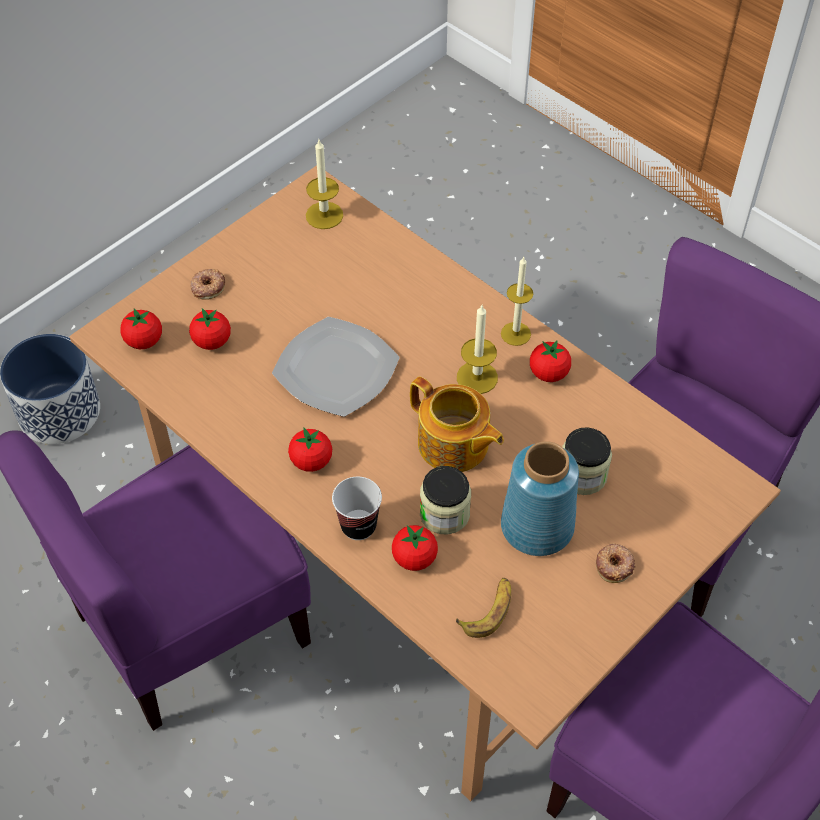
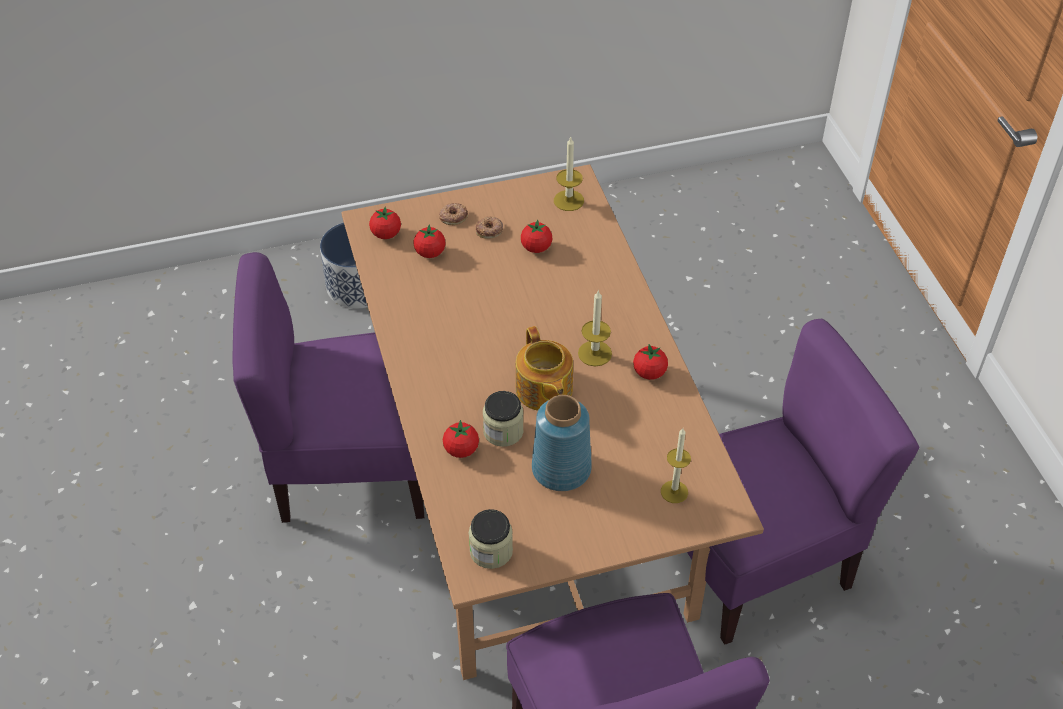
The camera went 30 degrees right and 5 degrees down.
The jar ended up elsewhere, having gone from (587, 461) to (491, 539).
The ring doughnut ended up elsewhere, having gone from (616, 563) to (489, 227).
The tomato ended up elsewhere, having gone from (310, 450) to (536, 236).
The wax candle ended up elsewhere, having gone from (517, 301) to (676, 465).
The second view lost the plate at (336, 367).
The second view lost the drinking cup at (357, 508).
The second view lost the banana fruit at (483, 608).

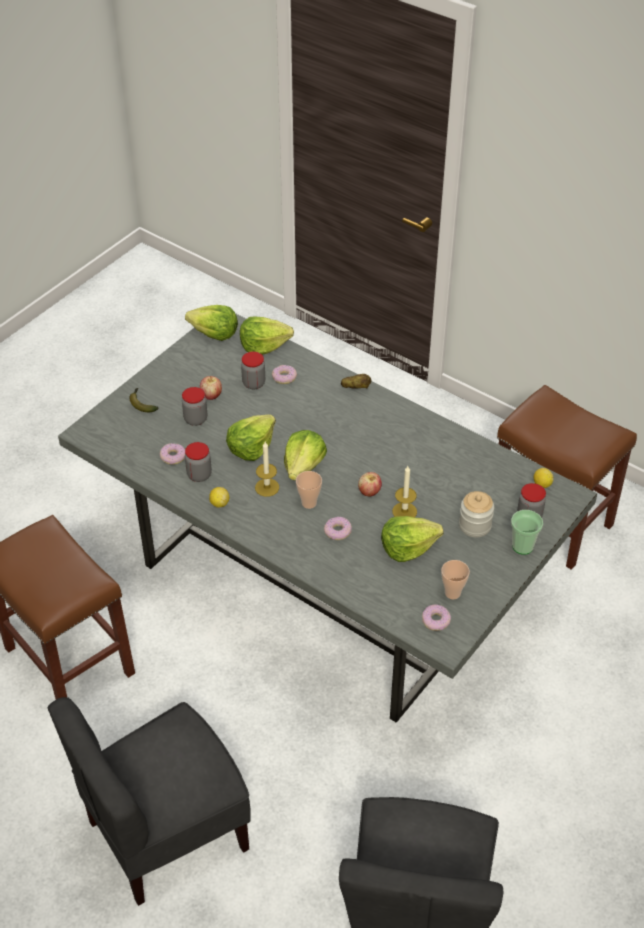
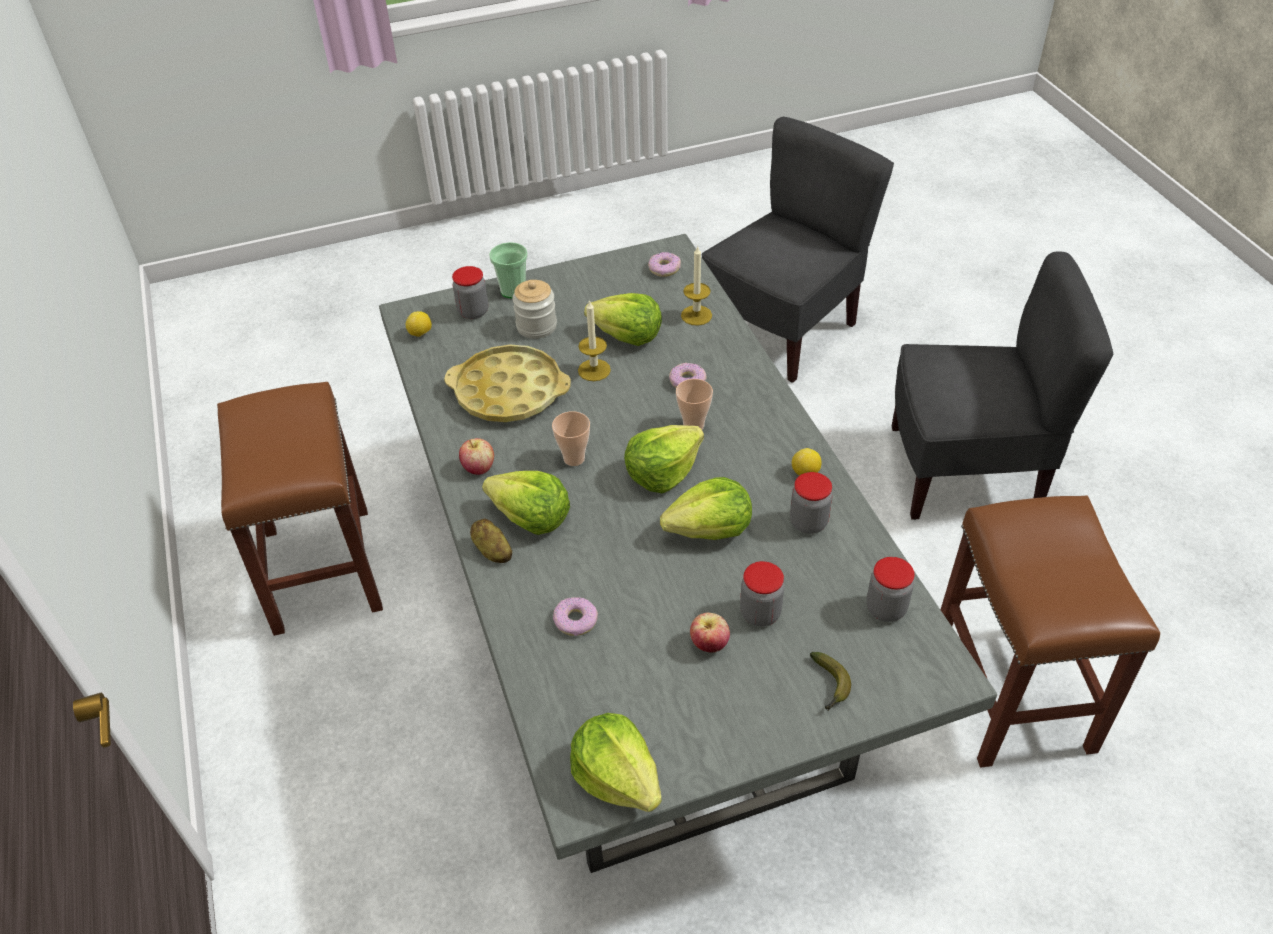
The camera went 145 degrees left and 0 degrees up.
The second view gained the tray in yellow-coloured at (507, 383).
The apple ended up elsewhere, having gone from (370, 484) to (476, 456).
The lettuce head ended up elsewhere, having gone from (267, 335) to (526, 503).
The drinking cup ended up elsewhere, having gone from (455, 579) to (571, 438).
The wax candle ended up elsewhere, having gone from (267, 469) to (696, 286).
The jar ended up elsewhere, having gone from (253, 370) to (891, 589).
The second view lost the ring doughnut at (172, 454).

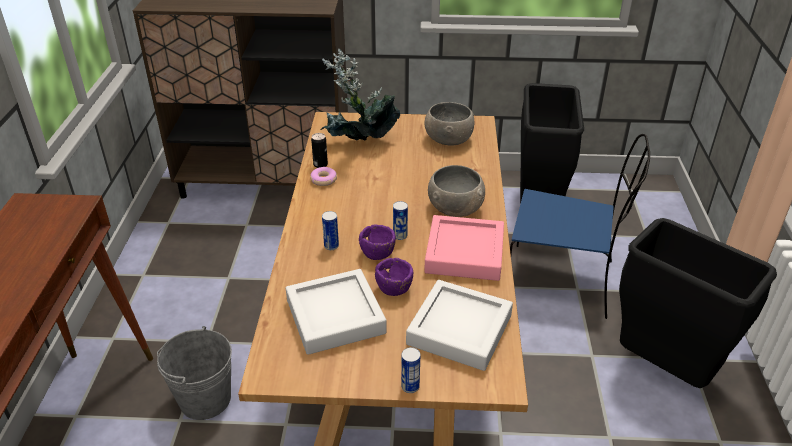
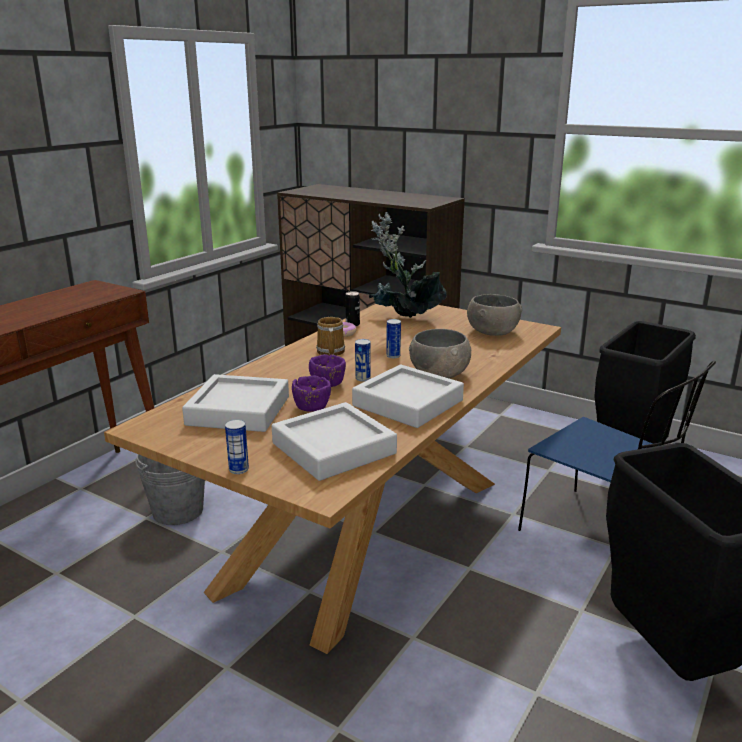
The camera went 30 degrees right and 15 degrees down.
The second view gained the coffee mug at (330, 336).
What was the tray in pinkish at (464, 248) turned into the tray in gray at (408, 396).
The metal can ended up elsewhere, having gone from (330, 230) to (393, 338).

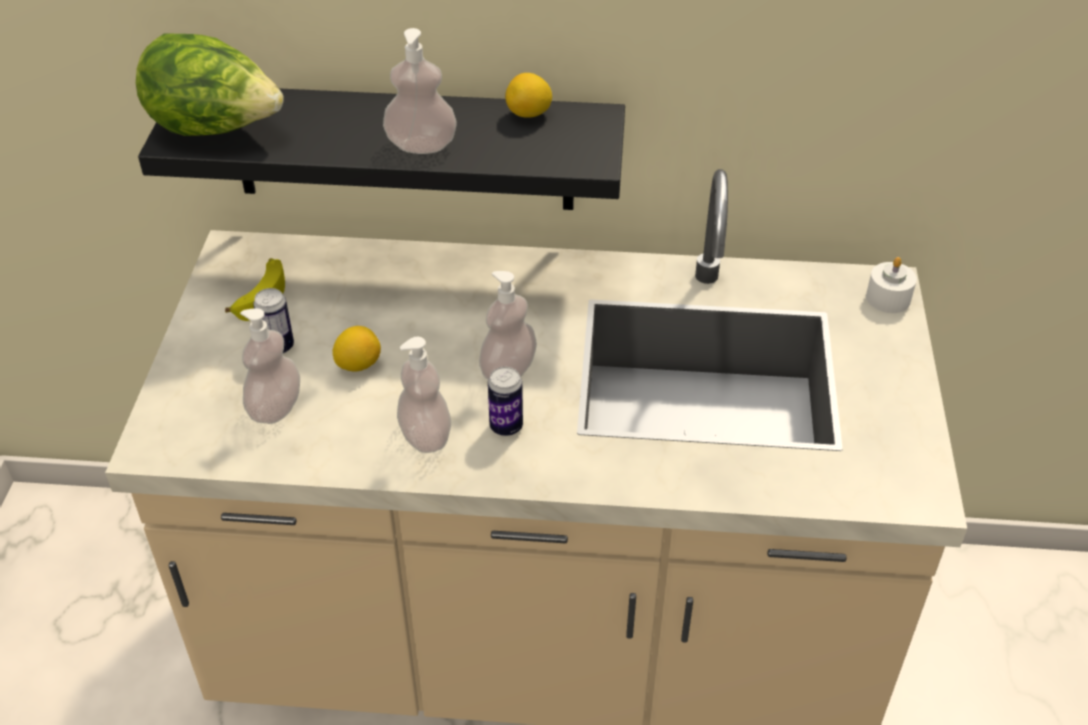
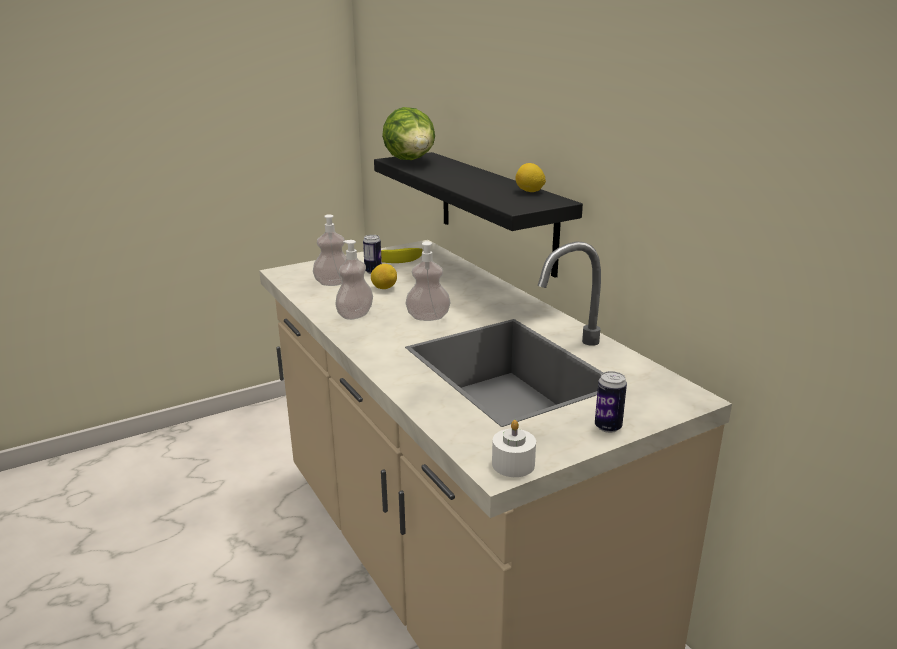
The camera went 55 degrees right and 20 degrees down.
The wax candle in white-coloured ended up elsewhere, having gone from (891, 285) to (514, 448).
The metal can ended up elsewhere, having gone from (505, 401) to (611, 402).
The second view lost the liquid soap bottle at (420, 91).

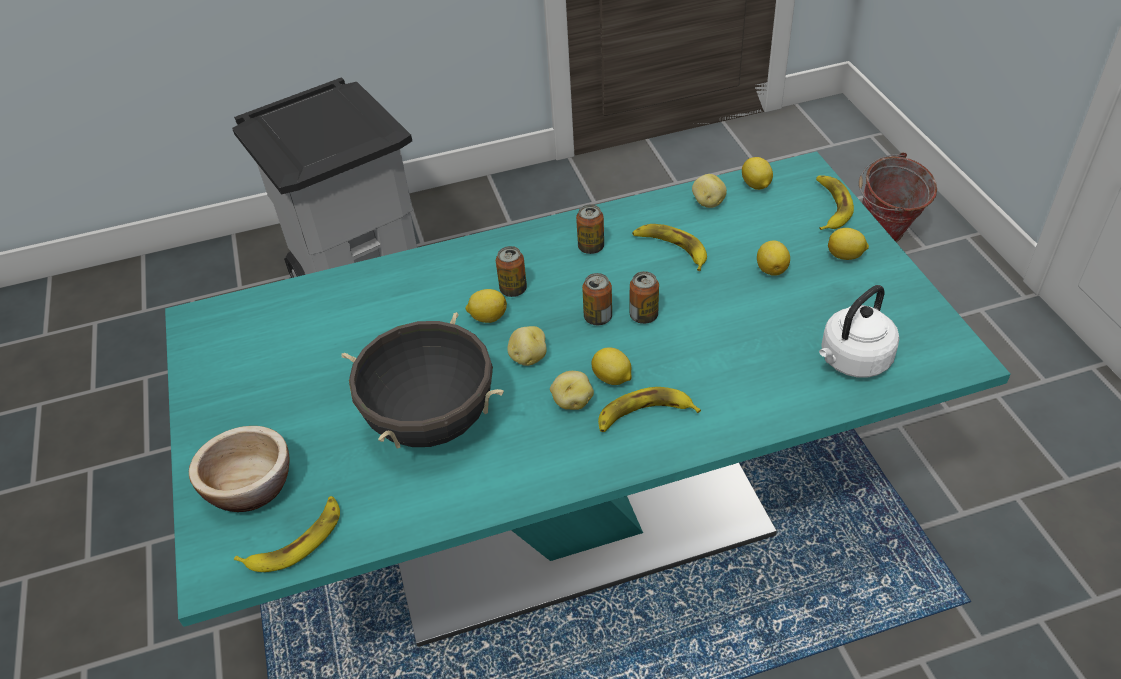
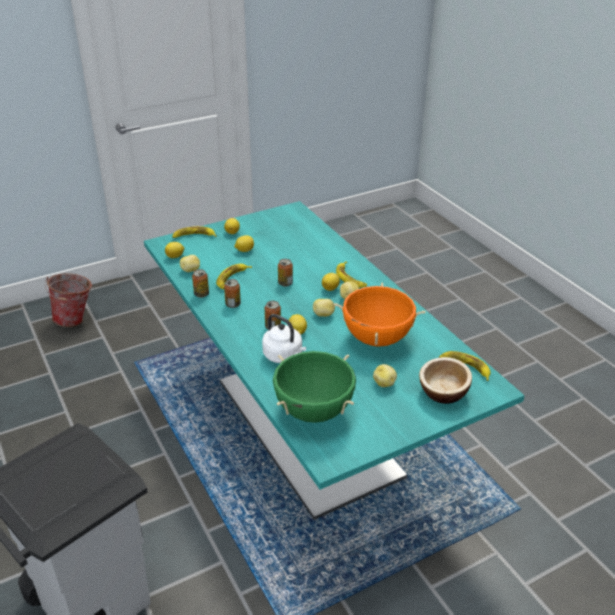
The camera went 105 degrees left and 10 degrees down.
The metal can ended up elsewhere, having gone from (597, 299) to (200, 283).
The water kettle in white-coloured ended up elsewhere, having gone from (859, 331) to (284, 338).
The second view gained the stockpot in greenish at (314, 387).
What was the stockpot in blackish at (422, 380) turned into the stockpot in orange at (380, 314).
The second view gained the whole potato at (385, 375).

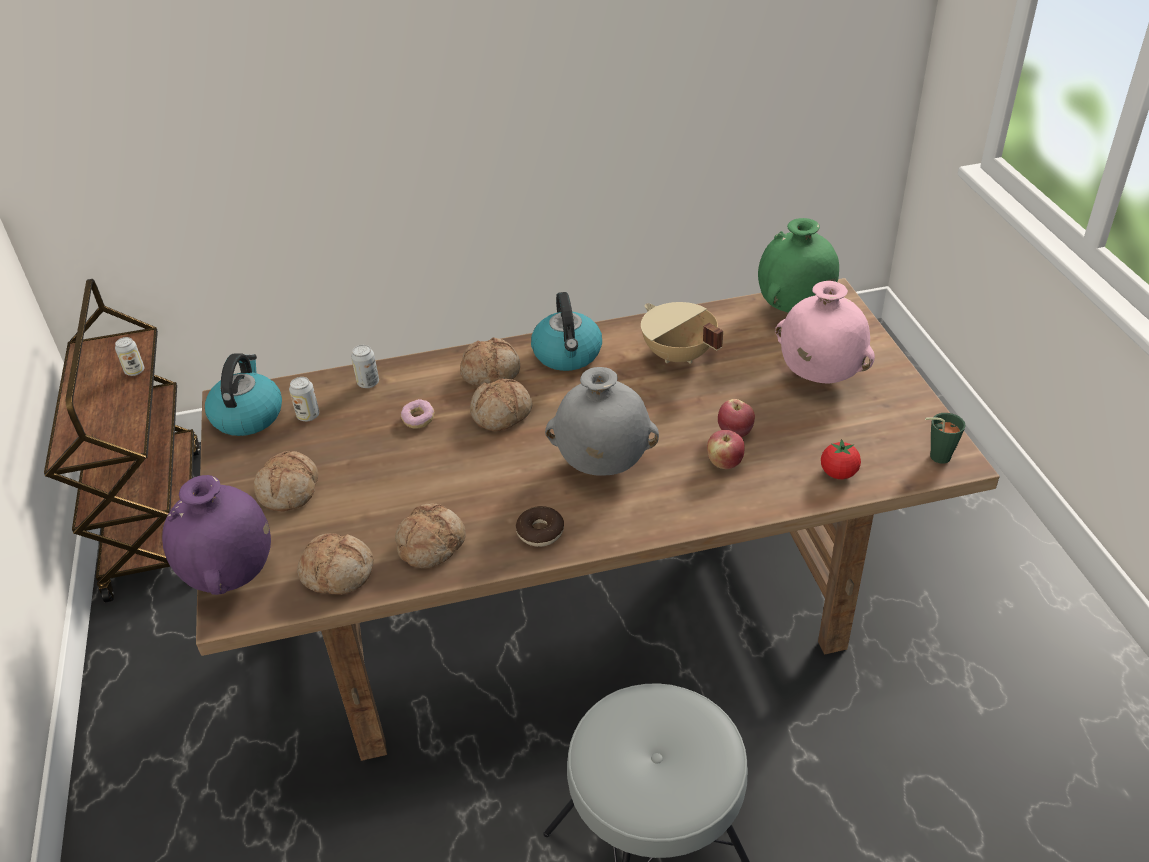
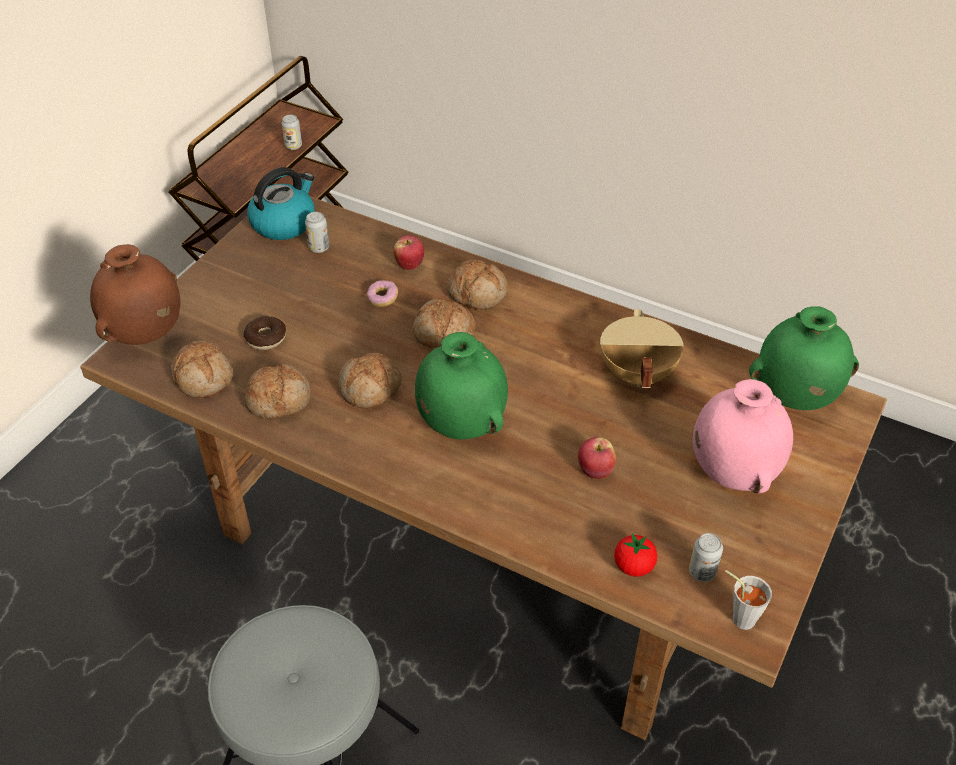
The camera went 40 degrees right and 5 degrees up.
What was the decorative vase in purple-coloured at (216, 535) turned into the decorative vase in brownish at (135, 294).
The ring doughnut ended up elsewhere, having gone from (540, 526) to (265, 333).
The bread ended up elsewhere, having gone from (286, 481) to (370, 381).
The apple ended up elsewhere, having gone from (726, 449) to (409, 252).
What was the decorative vase in gray at (602, 421) turned into the decorative vase in greenish at (461, 385).
The metal can ended up elsewhere, having gone from (365, 366) to (706, 557).
What was the drinking cup in greenish at (945, 438) turned into the drinking cup in gray at (748, 600).
The second view lost the water kettle at (566, 331).

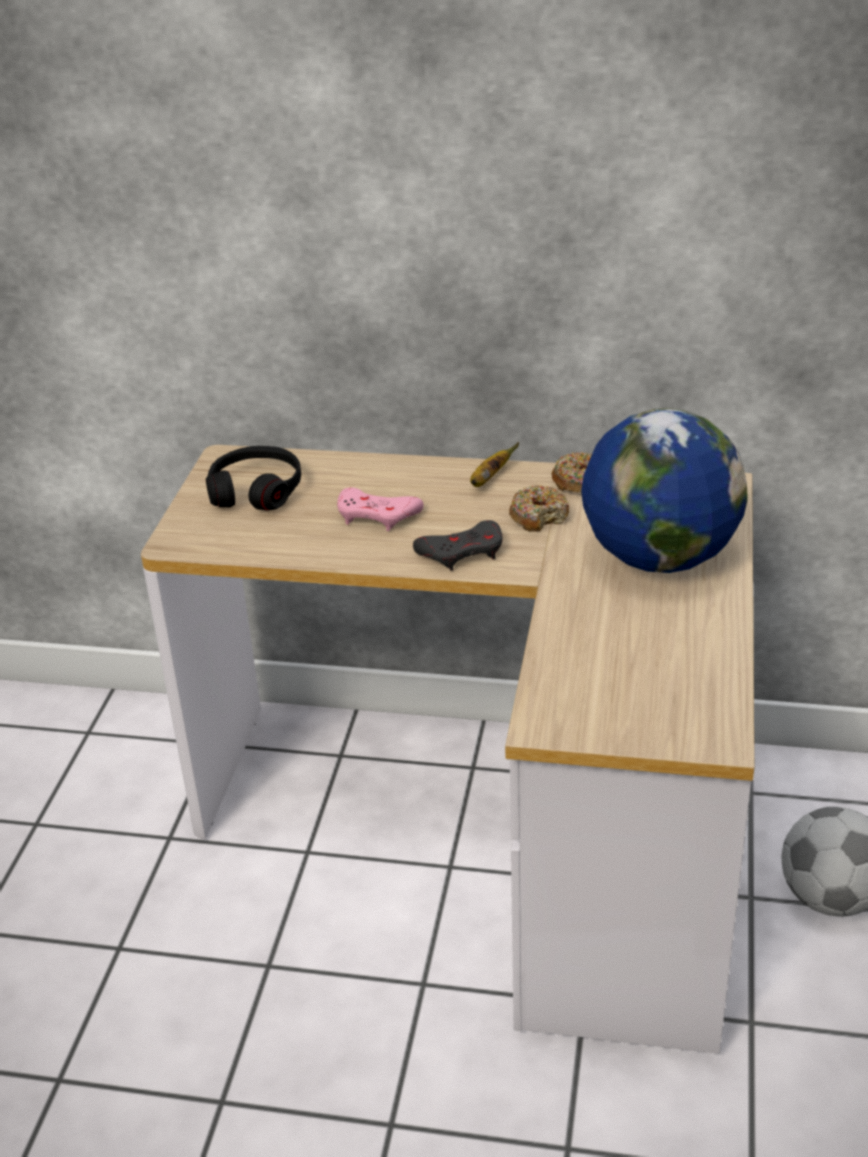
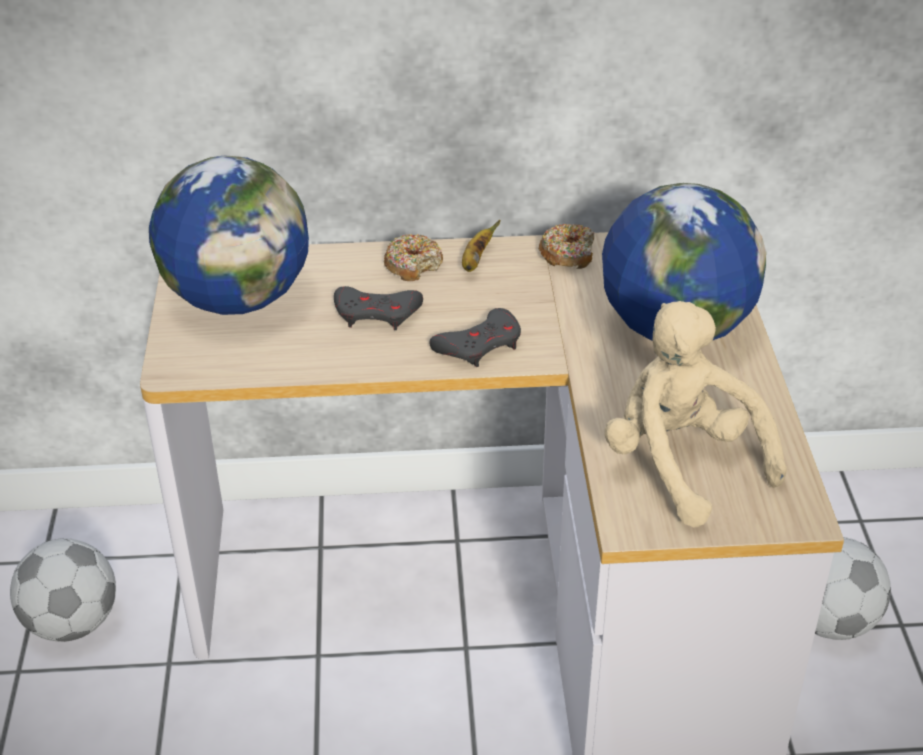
The camera went 15 degrees left and 5 degrees up.
The second view gained the football ball at (63, 590).
Where the headset in blackish stood at (253, 478), the globe came to stand at (229, 235).
What was the game controller in pinkish at (380, 509) turned into the game controller in gray at (378, 308).
The ring doughnut ended up elsewhere, having gone from (539, 508) to (413, 257).
The second view gained the soft toy in beige at (695, 414).

